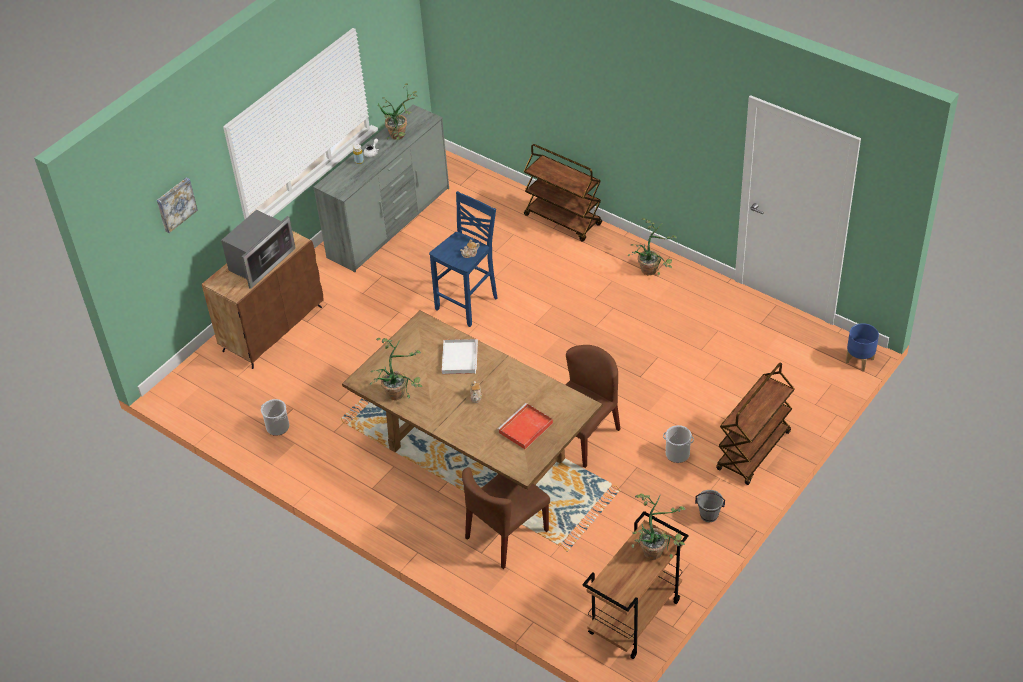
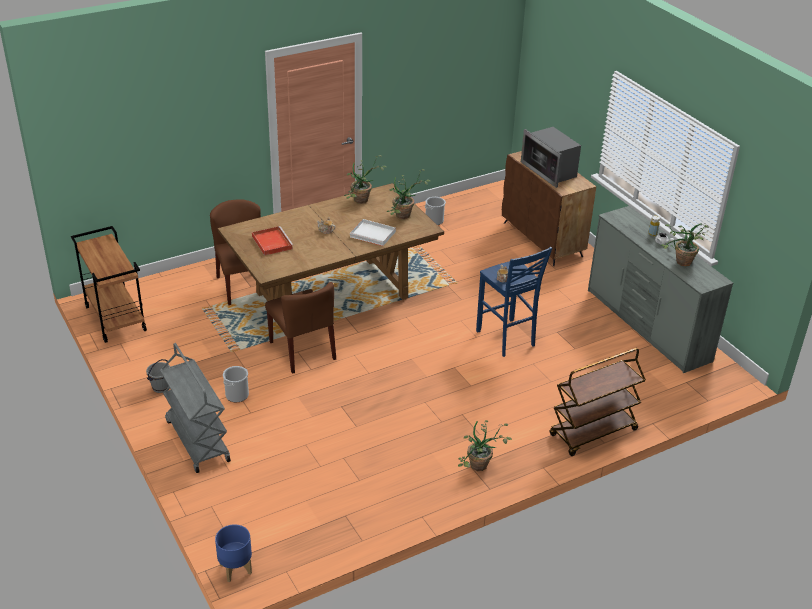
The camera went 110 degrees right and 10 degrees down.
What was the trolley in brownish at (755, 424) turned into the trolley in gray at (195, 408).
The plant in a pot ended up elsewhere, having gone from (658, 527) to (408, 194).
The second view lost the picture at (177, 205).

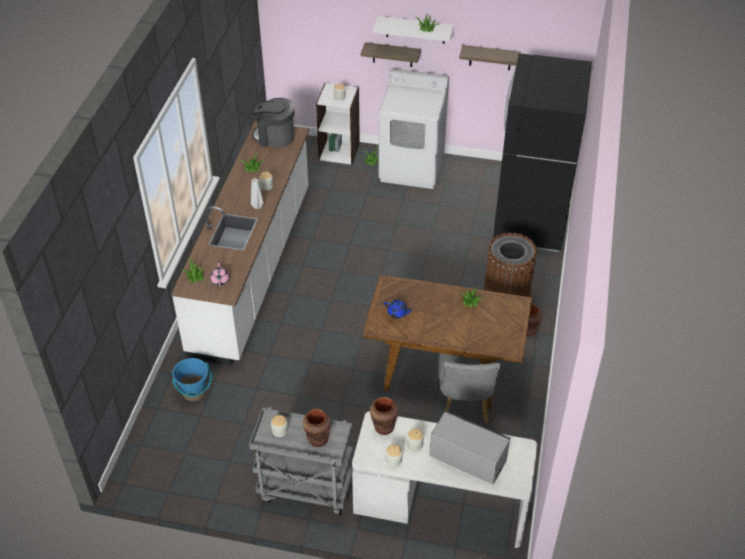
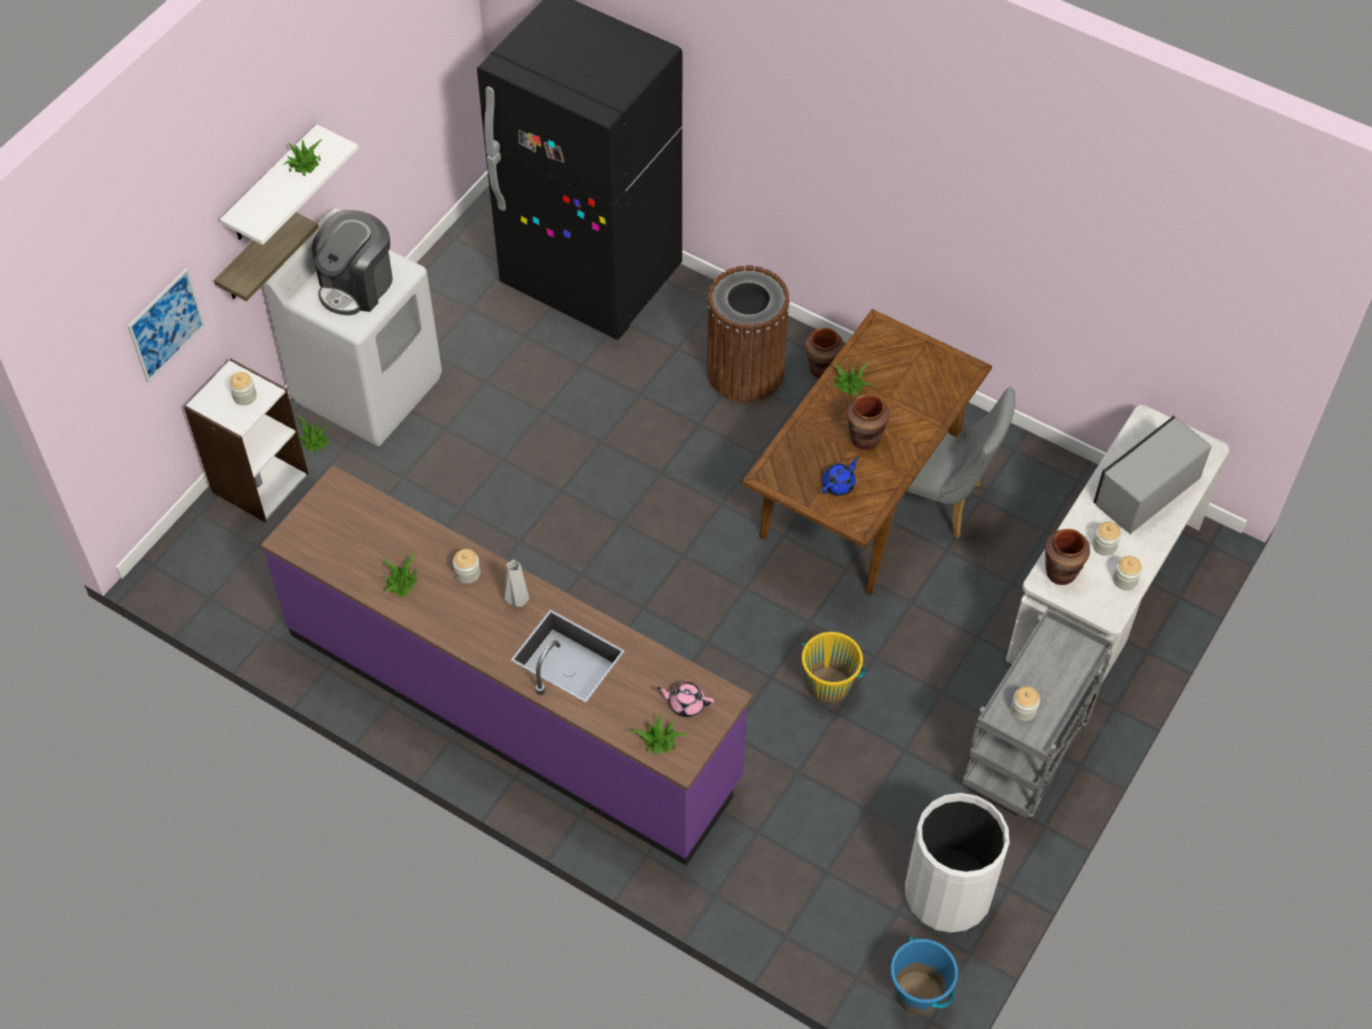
The camera went 70 degrees left and 10 degrees up.
The second view gained the picture at (166, 325).
What was the kitchen base unit in white-coloured at (240, 243) turned into the kitchen base unit in purple-coloured at (507, 665).
The coffee machine ended up elsewhere, having gone from (273, 123) to (352, 262).
The second view gained the water bucket in yellow-coloured at (834, 668).
The decorative vase in brownish ended up elsewhere, having gone from (317, 428) to (868, 422).
The water bucket in blue ended up elsewhere, having gone from (192, 379) to (924, 976).
The second view gained the waste bin in white-coloured at (957, 863).
The second view lost the shelf at (490, 57).

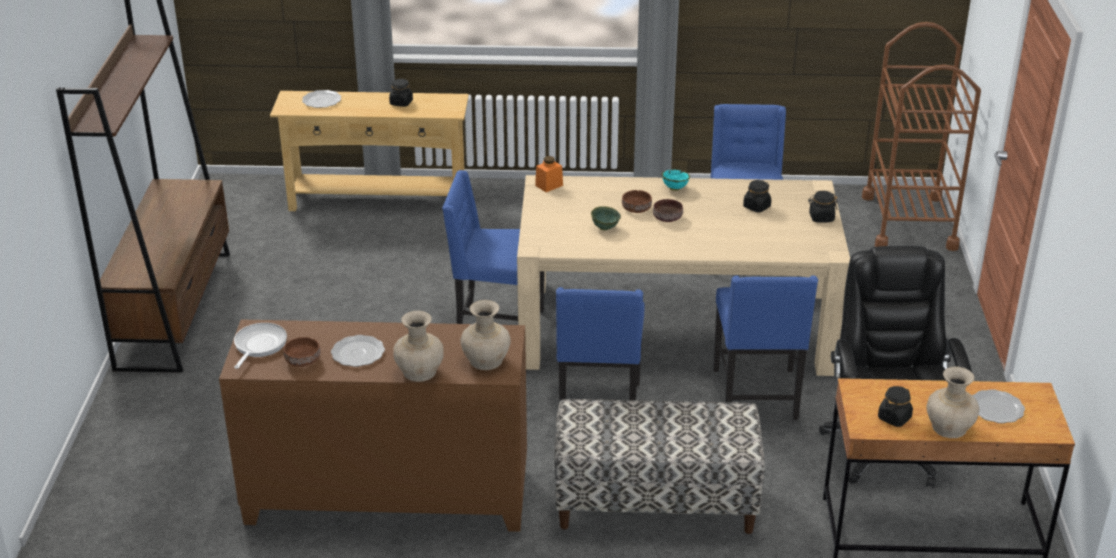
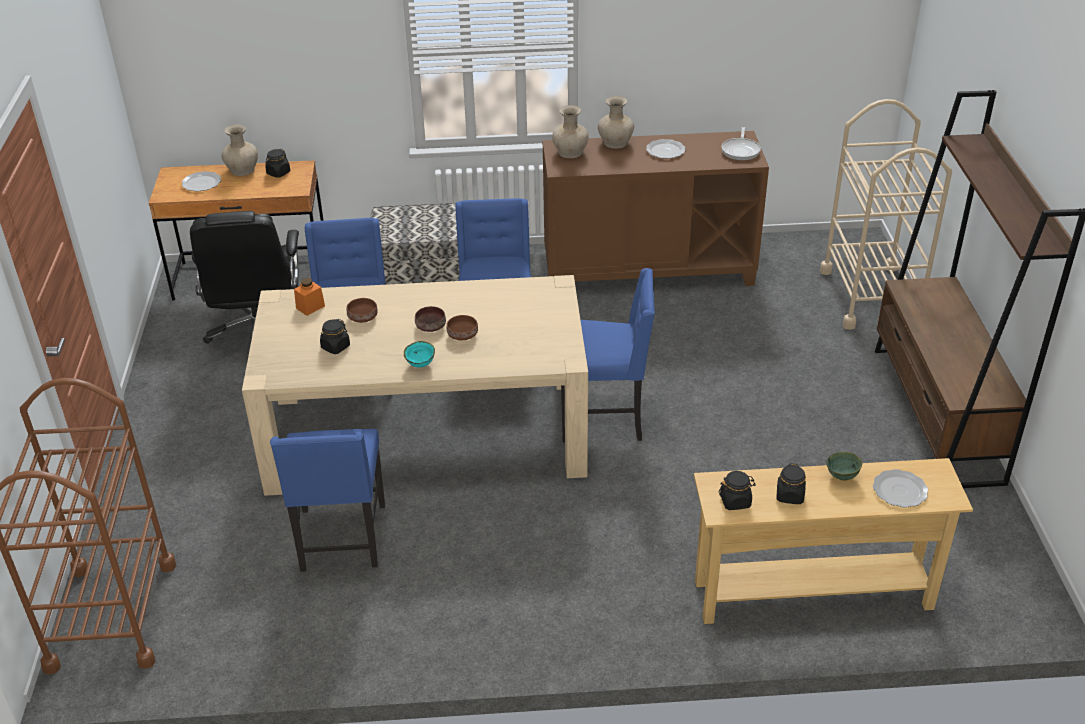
The camera went 175 degrees right and 5 degrees up.
The jar in orange ended up elsewhere, having gone from (549, 174) to (309, 297).
The serving bowl in brownish ended up elsewhere, having gone from (302, 352) to (362, 310).
The jar in blackish ended up elsewhere, having gone from (823, 207) to (737, 490).
The second view gained the trolley in beige at (886, 214).
The serving bowl in greenish ended up elsewhere, having gone from (606, 218) to (844, 466).

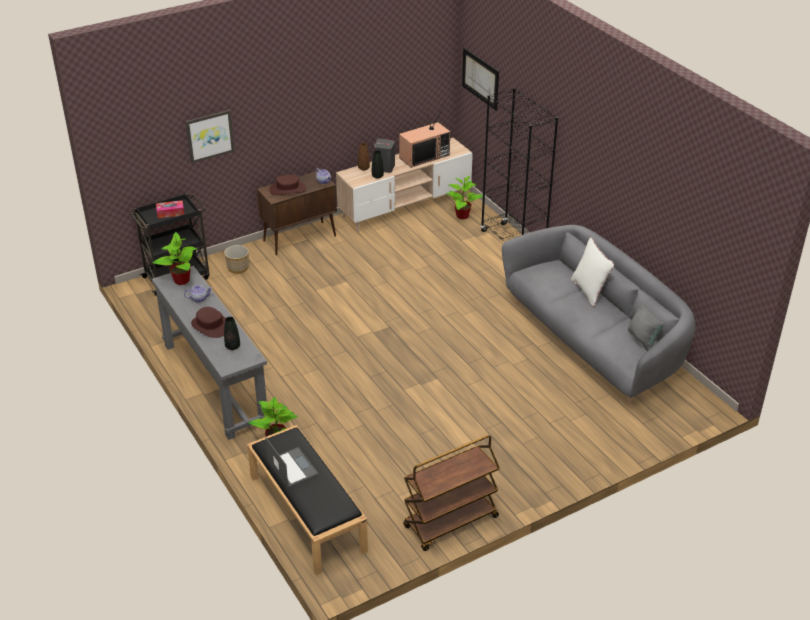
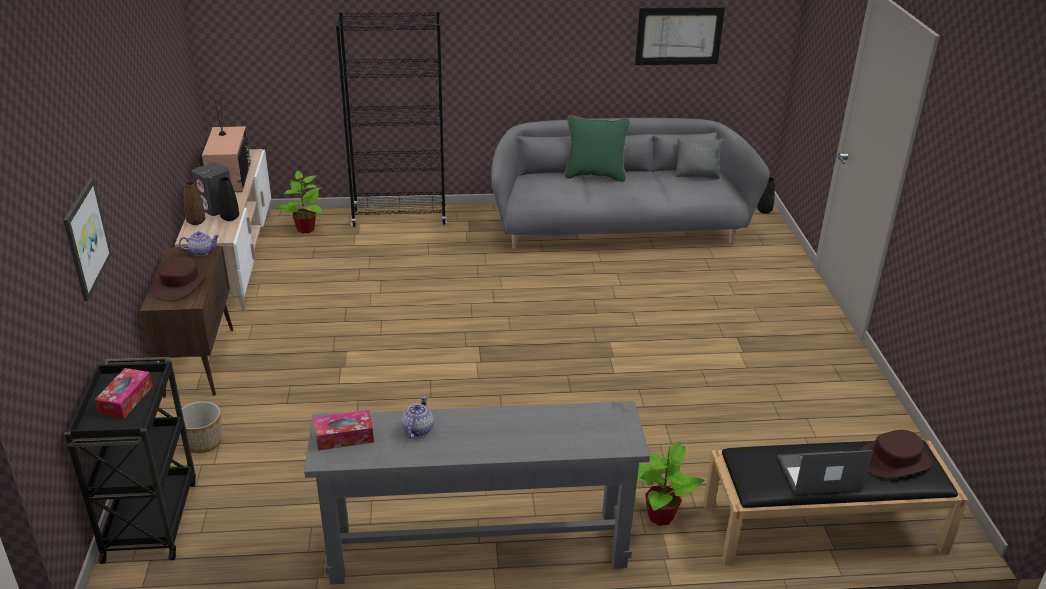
The camera went 65 degrees left and 5 degrees down.
Where the plant in a pot stood at (175, 258), the tissue box came to stand at (344, 430).
What was the pillow in white-coloured at (592, 272) turned into the pillow in greenish at (597, 148).
The picture ended up elsewhere, having gone from (480, 79) to (680, 36).
The decorative vase in blackish ended up elsewhere, having gone from (232, 333) to (766, 195).
The hat in brownish ended up elsewhere, having gone from (208, 322) to (896, 454).
The second view lost the trolley in brownish at (451, 493).

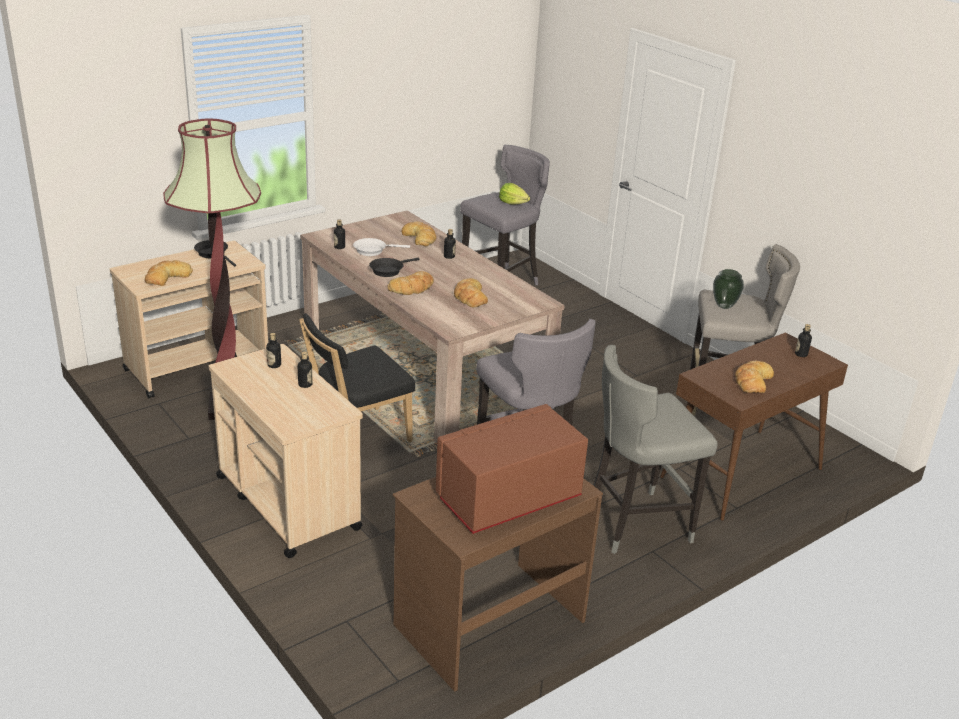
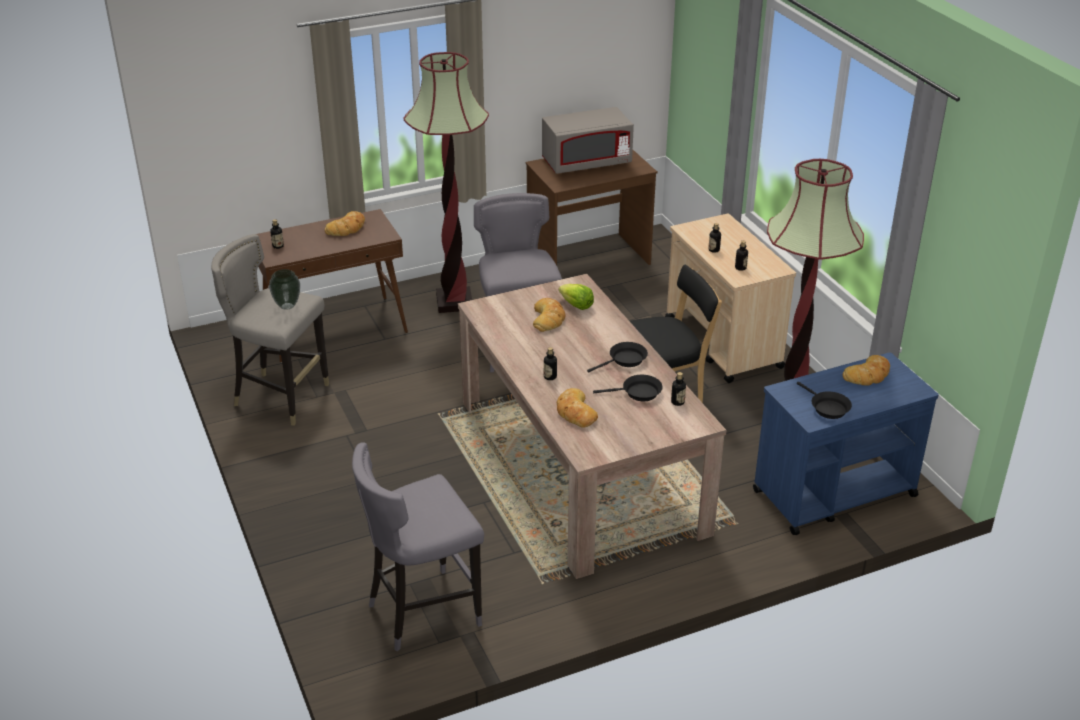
The camera went 165 degrees left and 5 degrees up.
Where the stool in gray stood at (655, 449), the standing lamp came to stand at (446, 182).
What was the microwave oven in brownish at (512, 469) turned into the microwave oven in gray at (588, 140).
The lettuce head ended up elsewhere, having gone from (514, 194) to (576, 297).
What was the pan in white-coloured at (381, 247) turned into the pan in blackish at (628, 388).
What was the trolley in beige at (189, 319) turned into the trolley in blue at (846, 443).
The second view lost the bread at (411, 283).

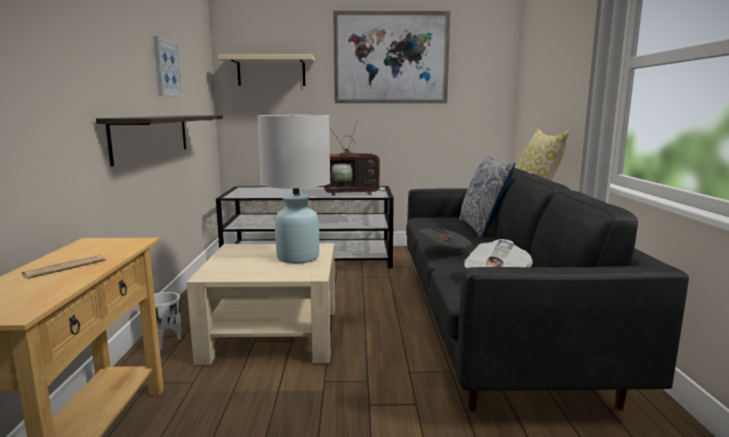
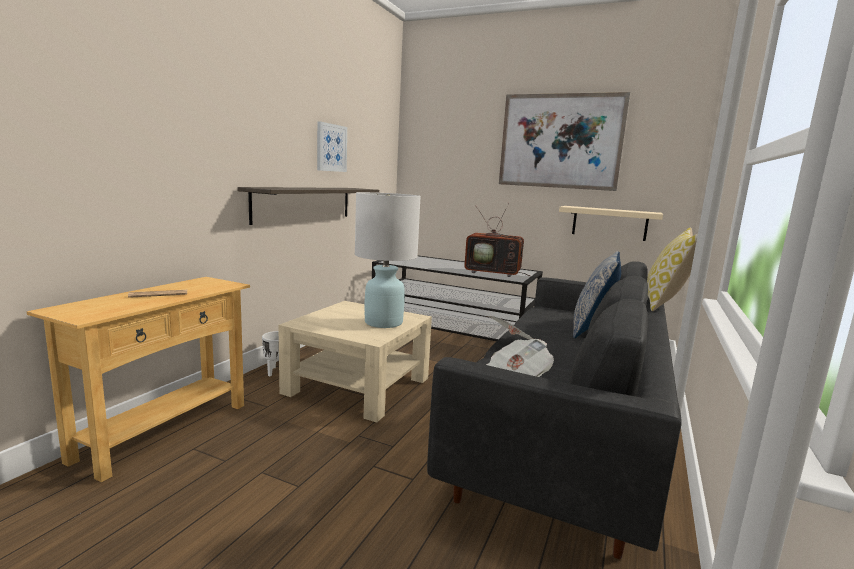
The camera went 25 degrees right and 0 degrees up.
The shelf in beige ended up elsewhere, having gone from (266, 70) to (611, 223).

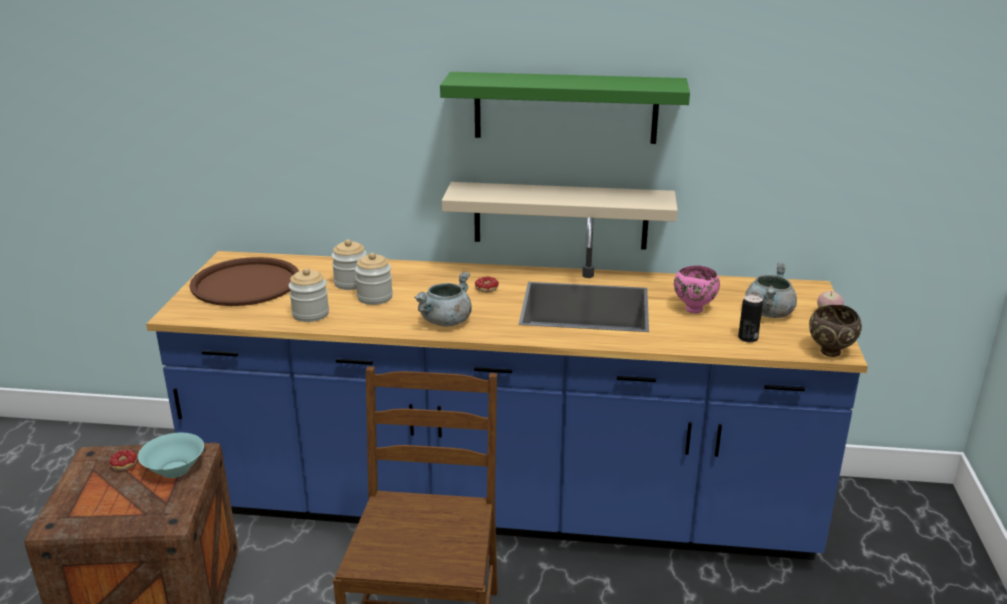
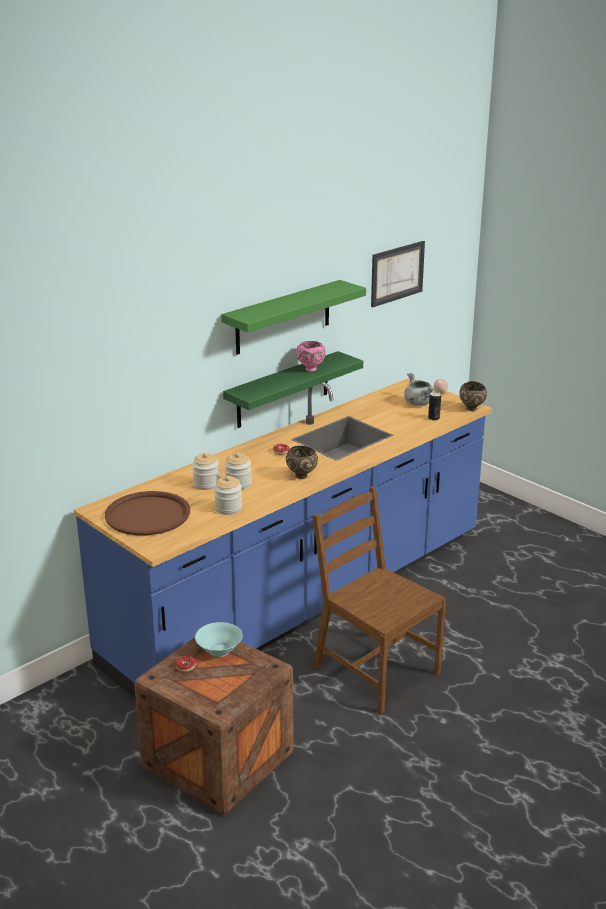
The camera went 50 degrees left and 0 degrees up.
What was the shelf in beige at (560, 216) turned into the shelf in greenish at (293, 389).
Where the stockpot in gray stood at (443, 299), the serving bowl in brownish came to stand at (302, 462).
The serving bowl in pinkish ended up elsewhere, having gone from (697, 289) to (311, 356).
The second view gained the picture at (398, 274).

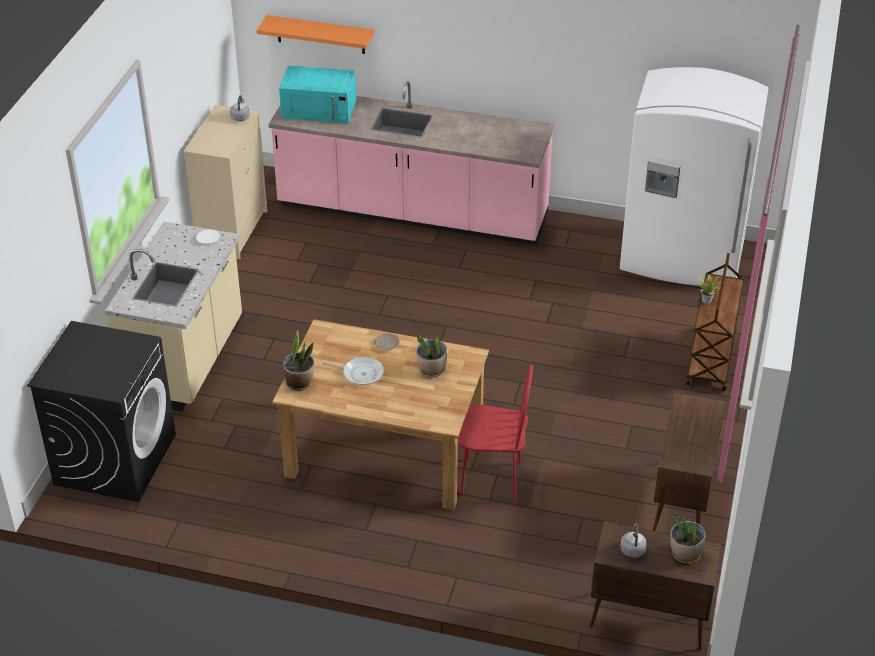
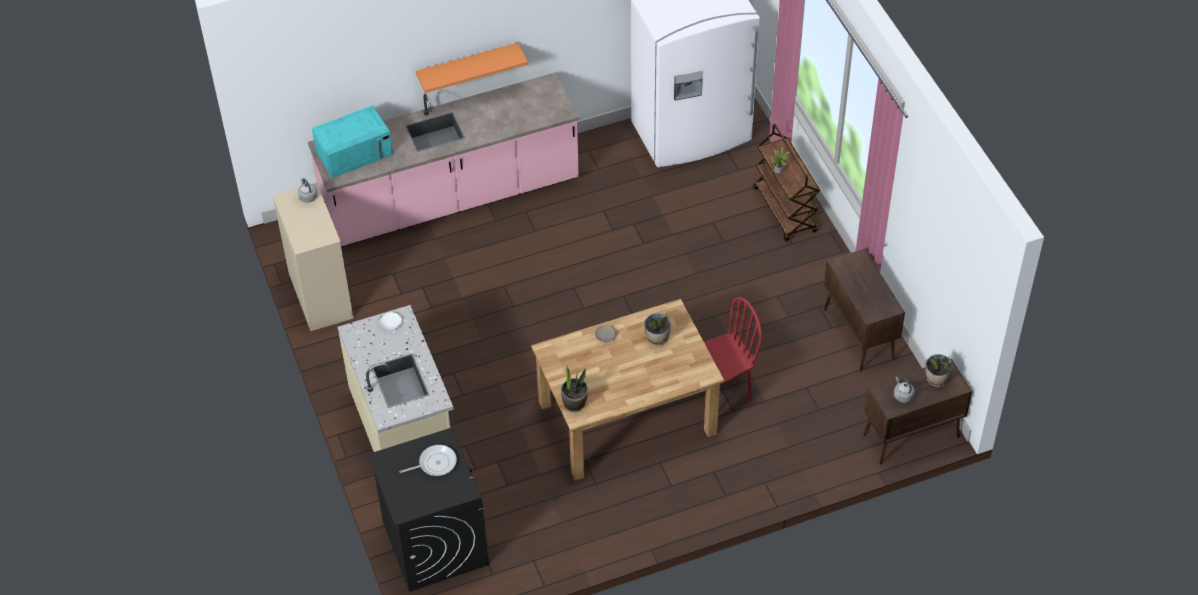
The camera went 35 degrees left and 10 degrees up.
The pan ended up elsewhere, having gone from (353, 371) to (428, 460).
The shelf in orange ended up elsewhere, having gone from (315, 34) to (472, 68).

